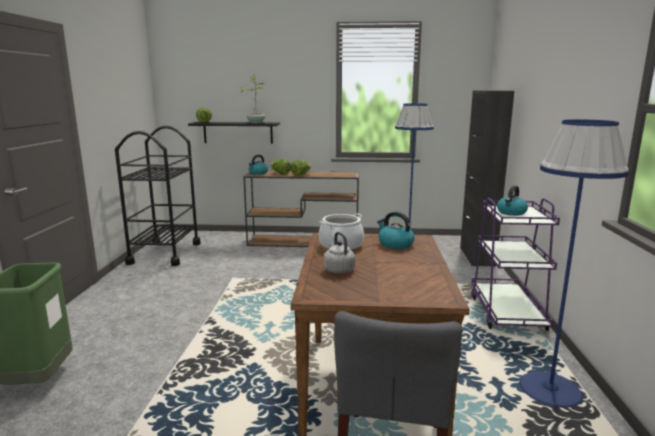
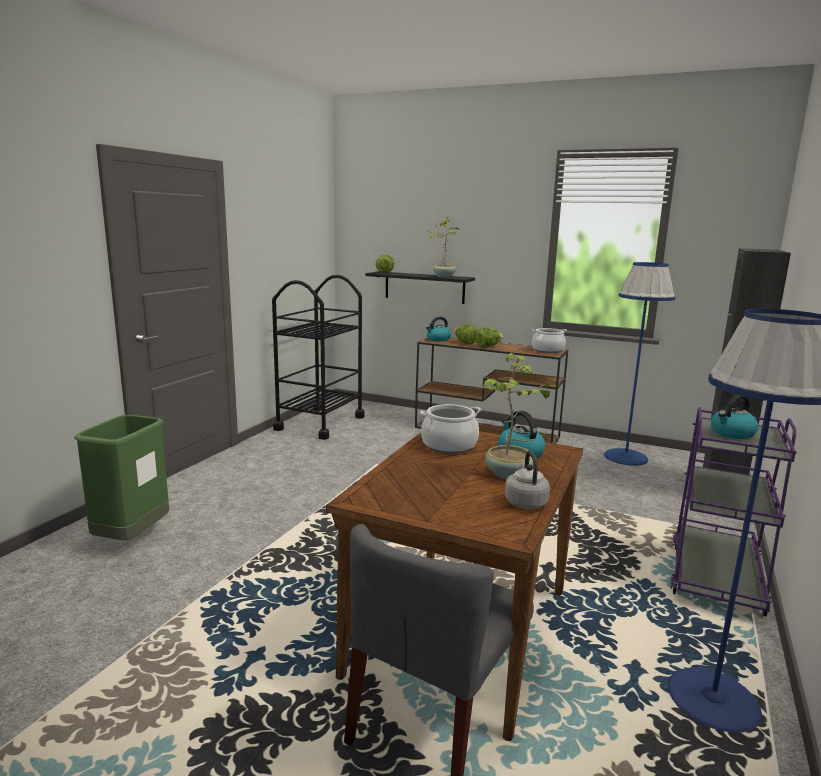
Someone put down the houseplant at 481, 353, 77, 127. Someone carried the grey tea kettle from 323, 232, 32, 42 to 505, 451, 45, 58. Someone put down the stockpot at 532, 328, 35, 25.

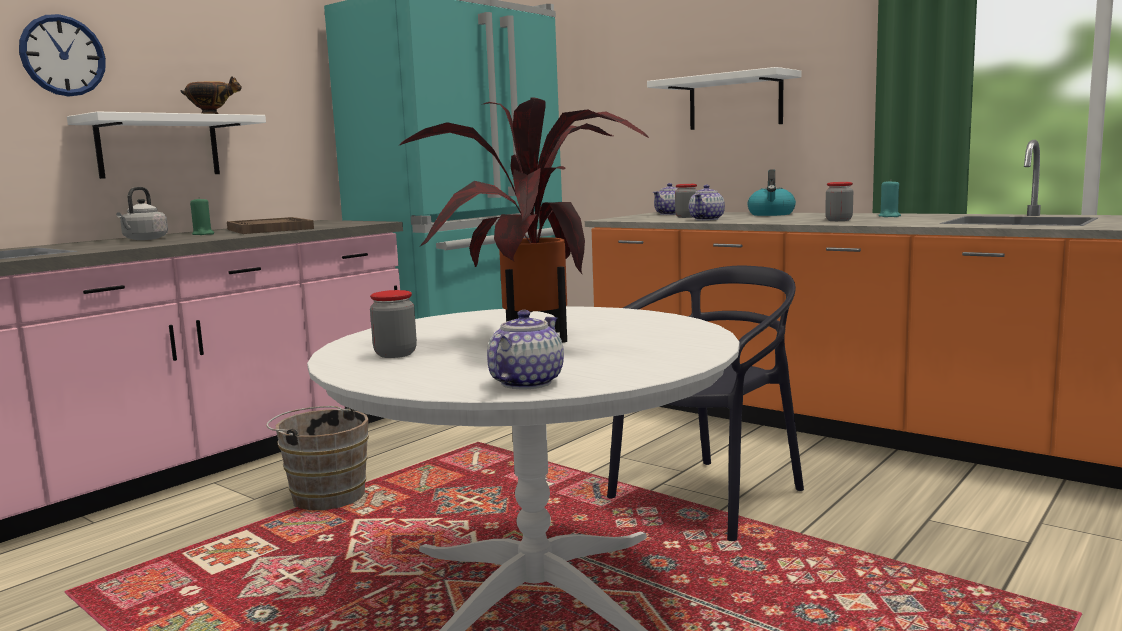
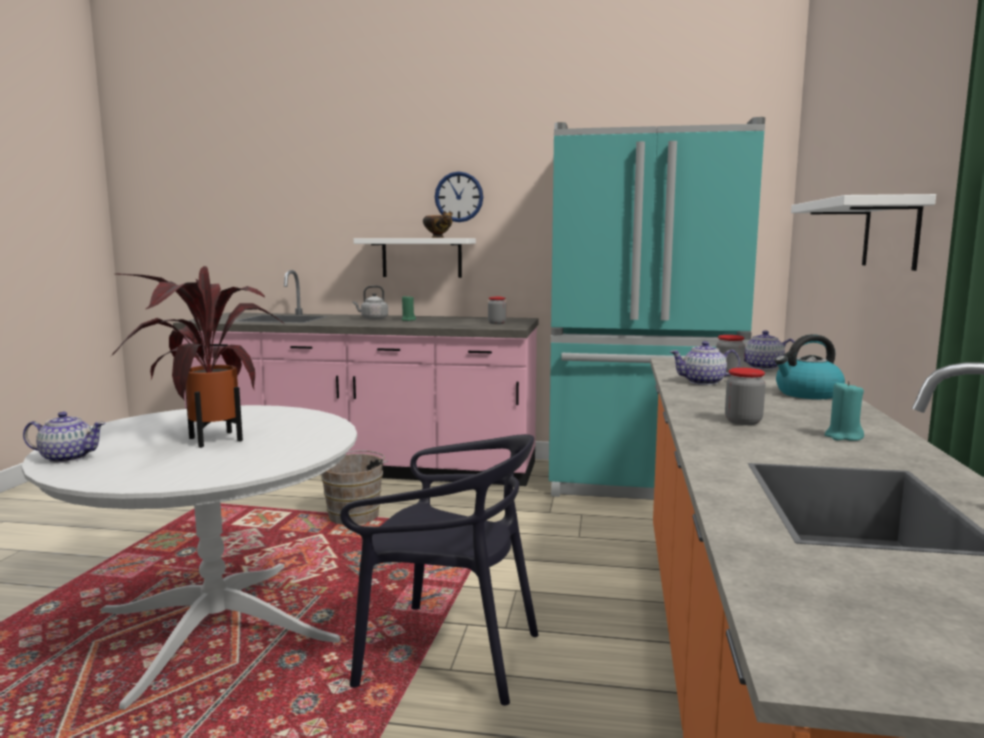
Someone carried the clock on the wall from 19, 14, 87, 83 to 435, 171, 48, 51. Someone carried the preserve jar from 370, 290, 47, 68 to 488, 297, 18, 27. Someone took away the brown-coloured carrying tray at 227, 217, 87, 17.

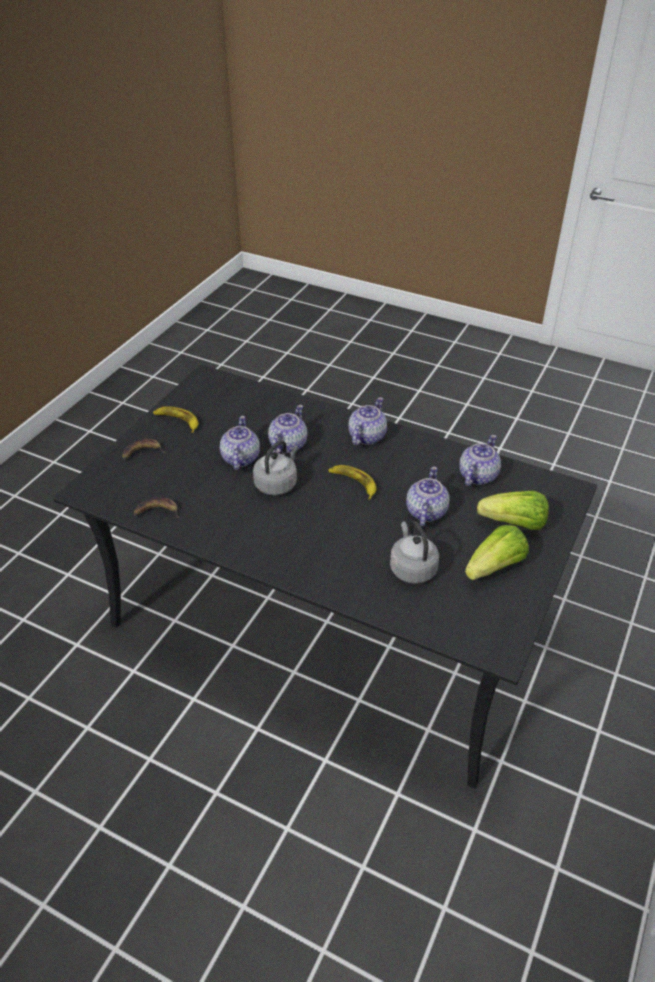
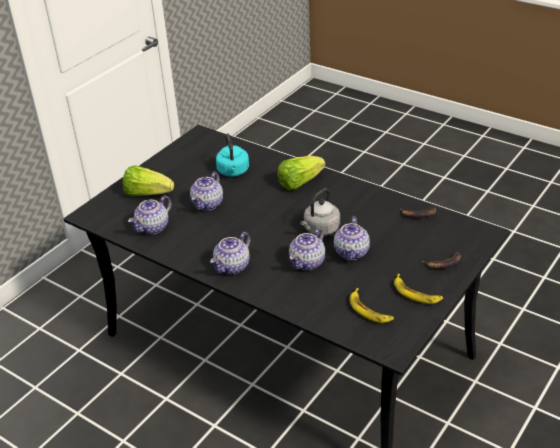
Someone repainted the grey tea kettle at 390, 521, 49, 63, which became the blue-green tea kettle at 216, 133, 33, 44. Someone carried the lettuce from 465, 525, 64, 55 to 278, 156, 48, 35. Someone carried the banana fruit from 328, 465, 48, 35 to 350, 288, 44, 35.

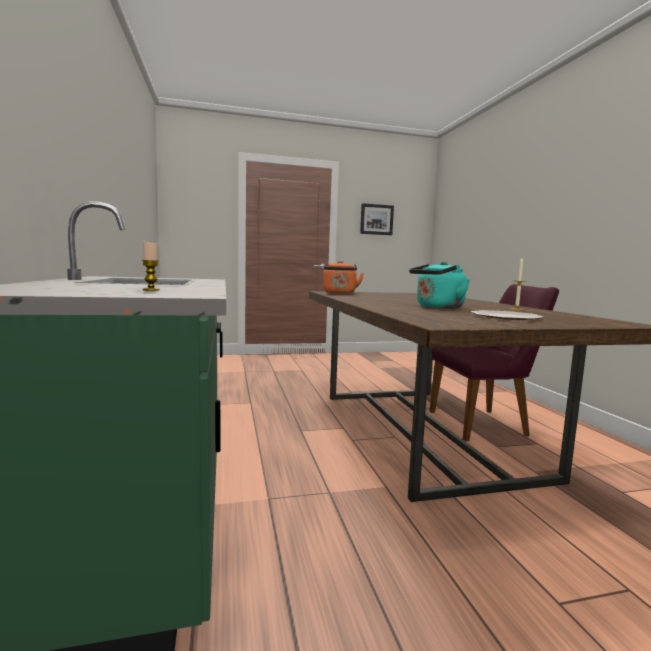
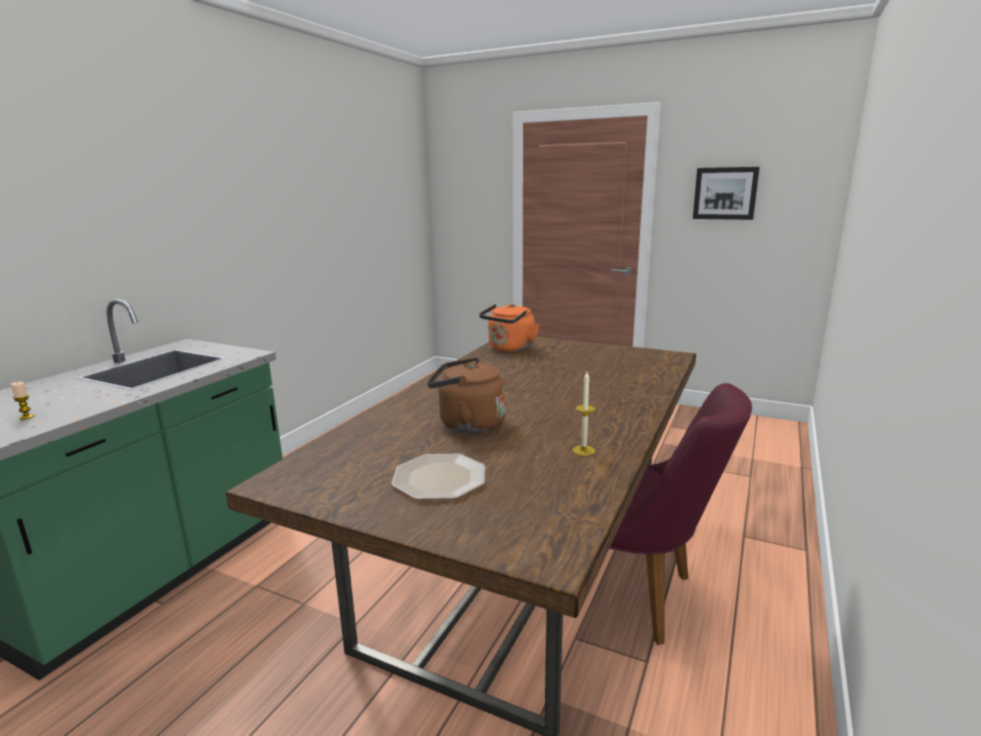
Someone repainted the blue-green tea kettle at 409, 261, 61, 48, which became the brown-coloured tea kettle at 427, 357, 79, 76.

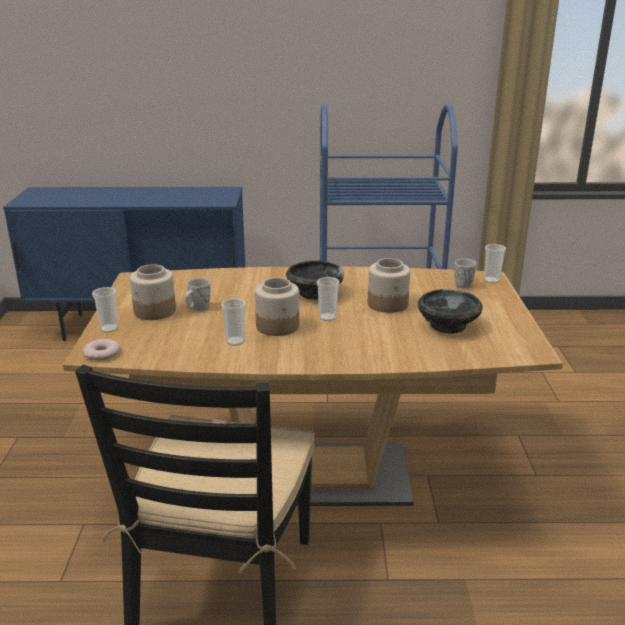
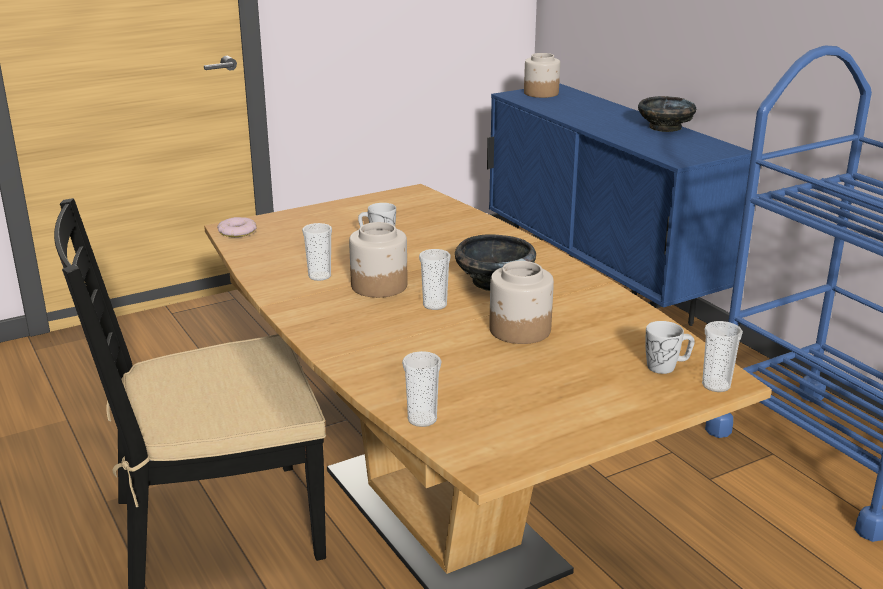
Someone carried the cup from 92, 287, 26, 46 to 402, 351, 40, 76. Someone carried the preserve jar from 130, 264, 46, 56 to 524, 53, 36, 45. Someone carried the black-coloured serving bowl from 418, 289, 65, 45 to 638, 96, 58, 36.

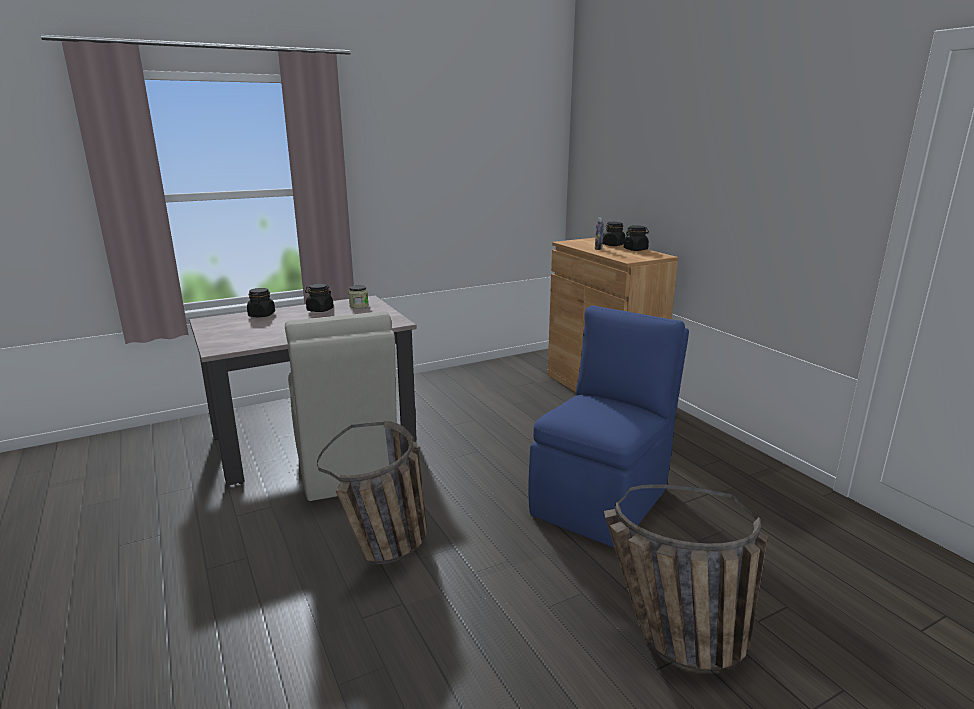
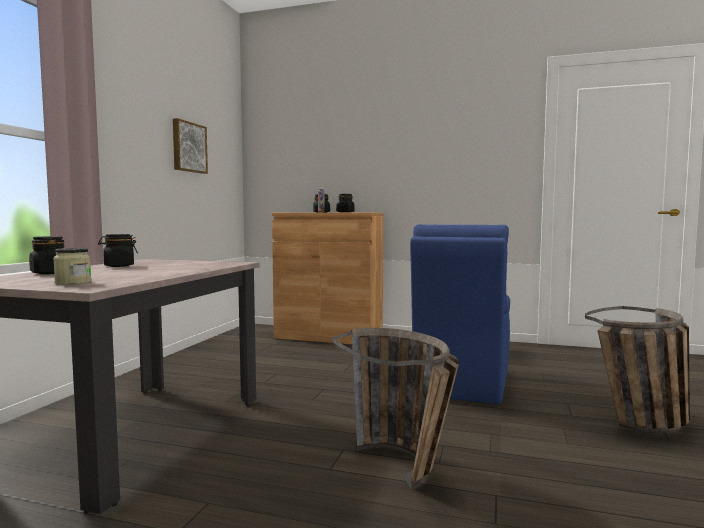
Someone carried the preserve jar from 349, 285, 20, 24 to 53, 248, 38, 37. Someone put up the picture at 173, 118, 35, 56. Someone rotated the blue upright chair at 528, 305, 161, 242 by 150 degrees counterclockwise. Someone took away the sand-coloured upright chair at 285, 311, 112, 190.

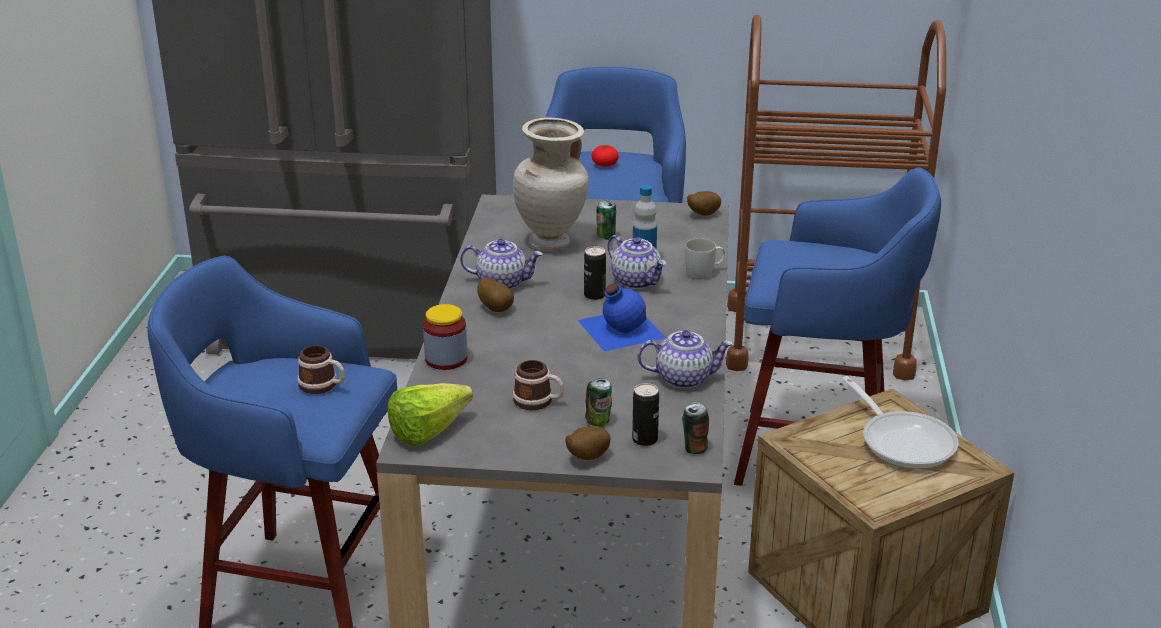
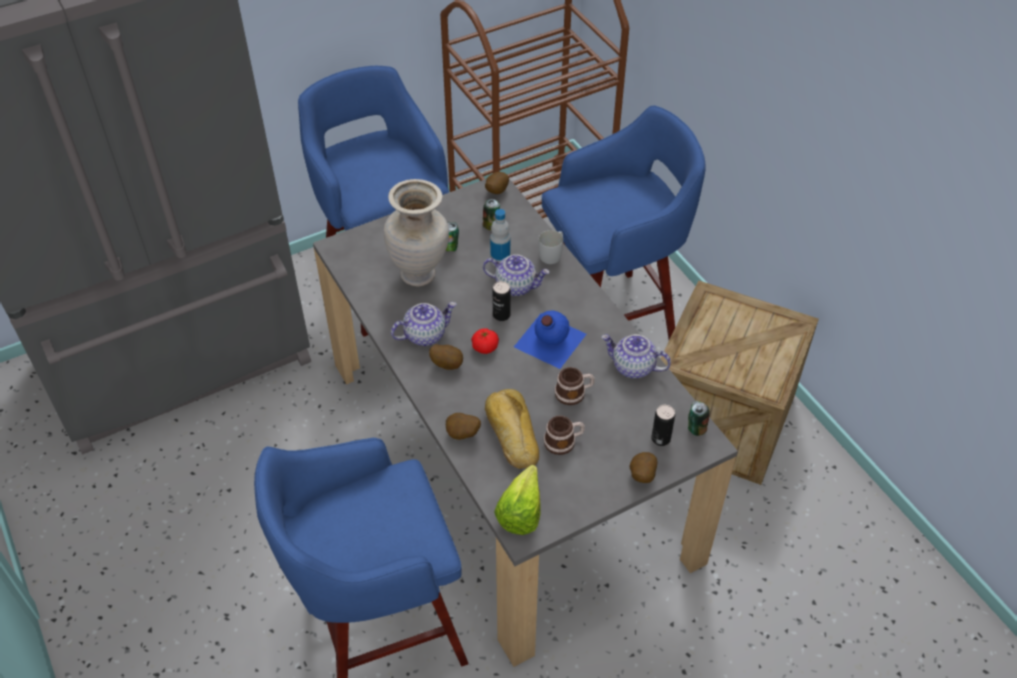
Someone swapped the preserve jar at 423, 304, 44, 66 for the potato at 446, 413, 35, 27. Someone carried the tomato from 592, 145, 27, 22 to 471, 328, 28, 26. Someone carried the can from 585, 378, 27, 48 to 483, 199, 17, 31. Someone put down the baked bread at 485, 389, 54, 80. Someone carried the coffee mug from 298, 345, 47, 49 to 555, 367, 40, 38. Someone rotated the pot for tea at 637, 330, 96, 59 by 120 degrees counterclockwise. Someone took away the frying pan at 842, 376, 116, 93.

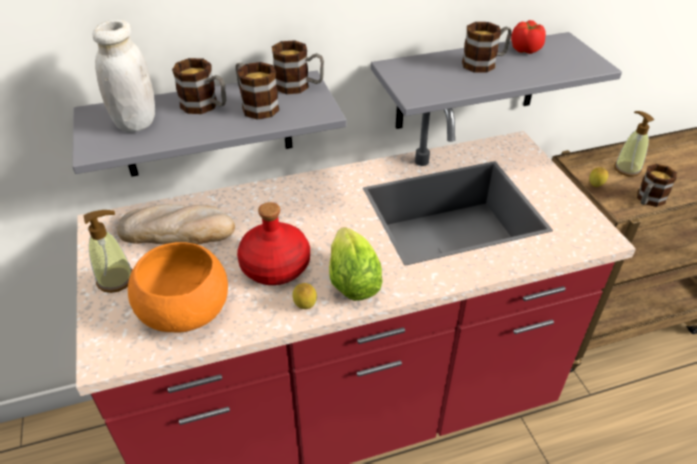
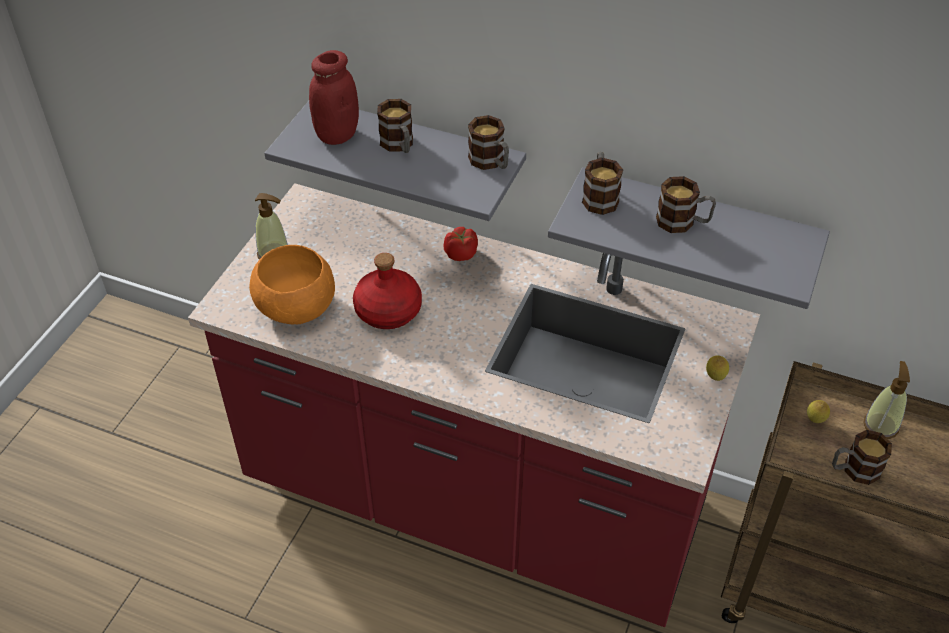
Someone repainted the white preserve jar at 92, 20, 63, 112, which became the red-coloured preserve jar at 309, 50, 50, 95. Someone carried the tomato from 511, 20, 35, 34 to 444, 227, 34, 34. Someone carried the coffee mug from 236, 62, 43, 58 to 582, 152, 41, 63. Someone carried the whole lemon from 292, 283, 25, 26 to 706, 355, 23, 26. Someone took away the baked bread at 117, 204, 118, 41. Someone took away the lettuce at 329, 227, 54, 74.

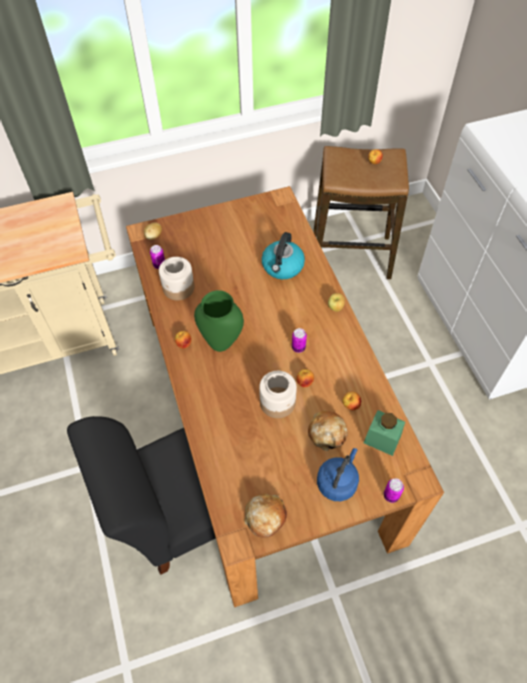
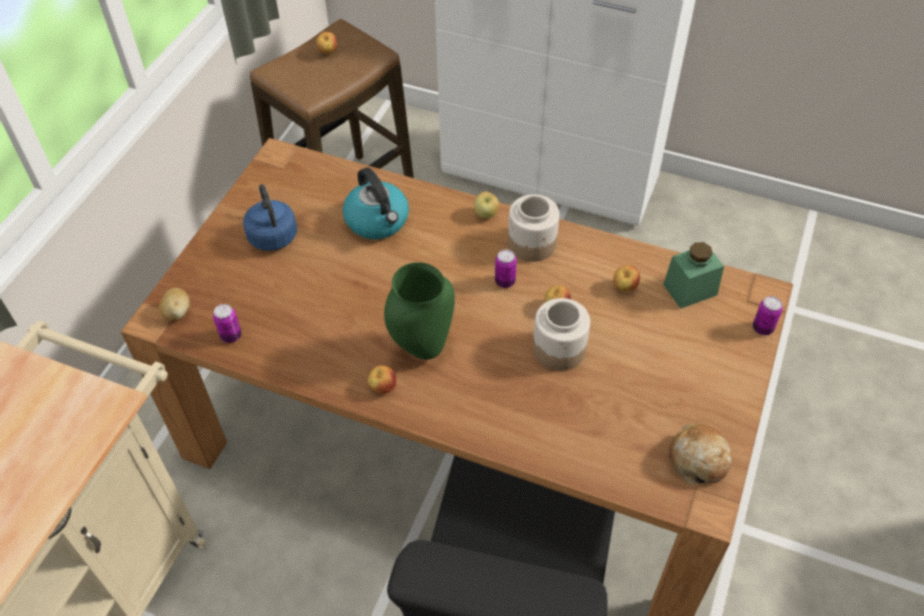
Someone carried the blue tea kettle from 317, 448, 42, 53 to 243, 184, 54, 67. Someone carried the preserve jar from 159, 257, 35, 43 to 508, 194, 51, 68. Someone took away the baked bread at 308, 410, 40, 41.

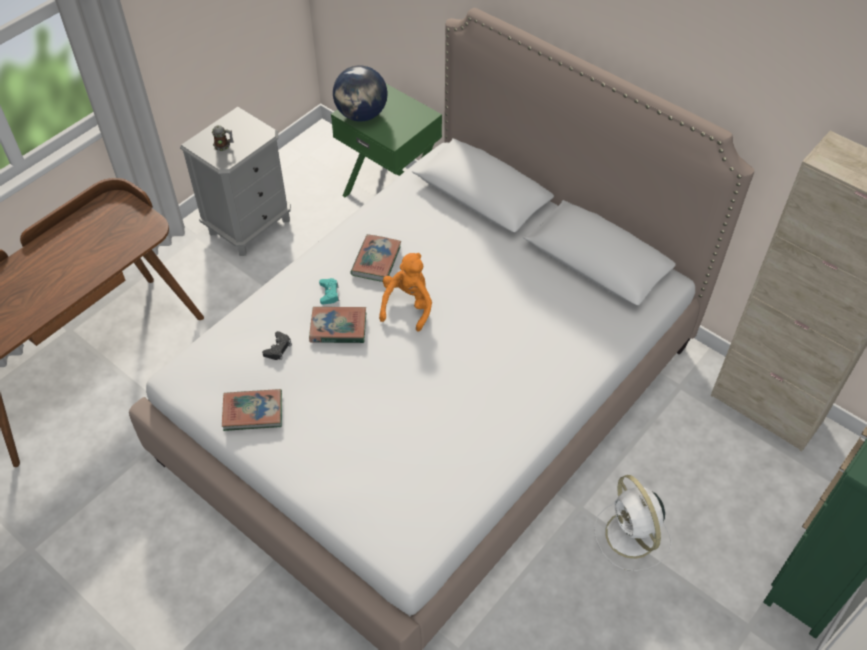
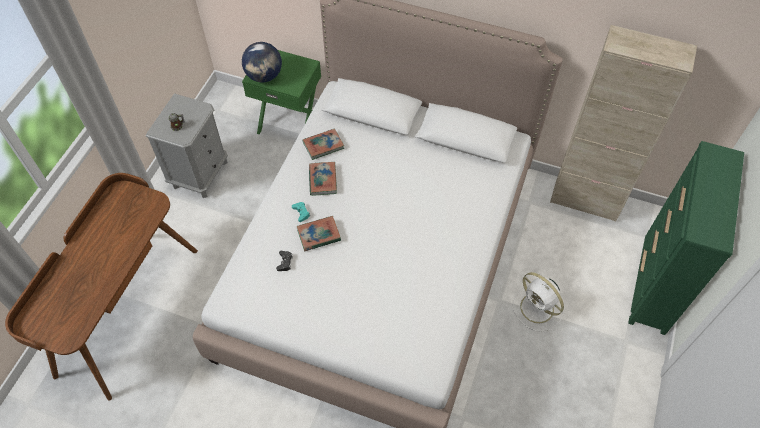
Someone carried the book from 222, 389, 60, 42 to 302, 128, 42, 32. Someone took away the orange cuddly toy at 379, 253, 53, 79.

